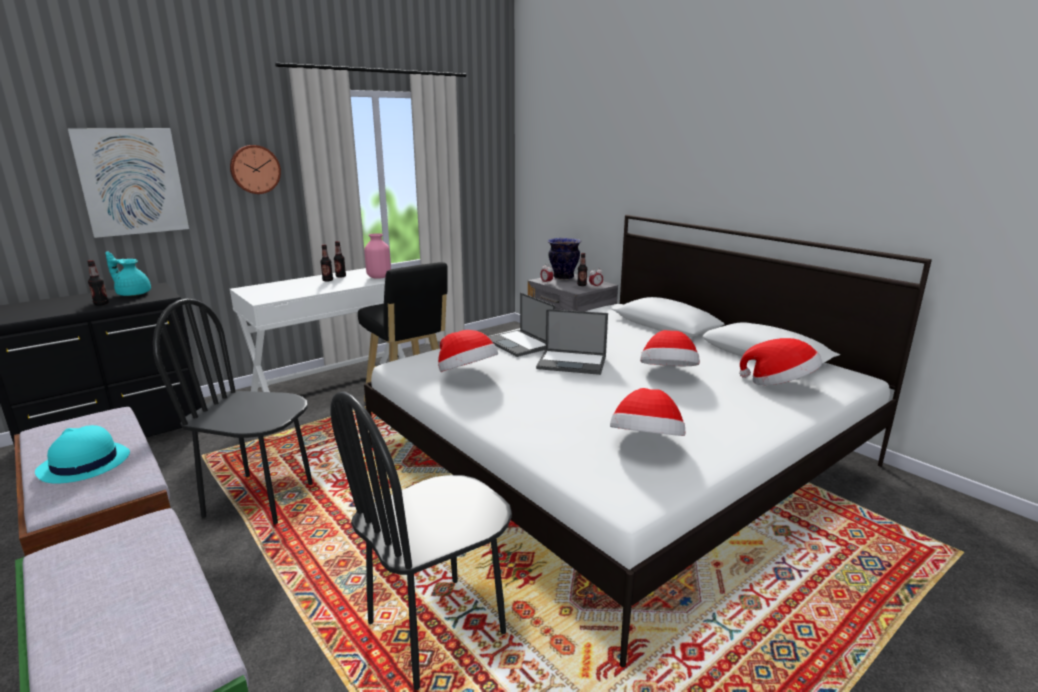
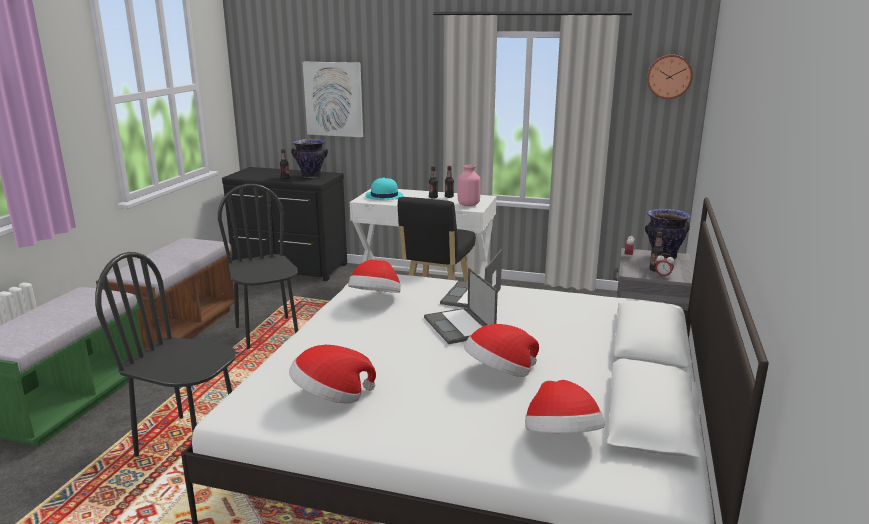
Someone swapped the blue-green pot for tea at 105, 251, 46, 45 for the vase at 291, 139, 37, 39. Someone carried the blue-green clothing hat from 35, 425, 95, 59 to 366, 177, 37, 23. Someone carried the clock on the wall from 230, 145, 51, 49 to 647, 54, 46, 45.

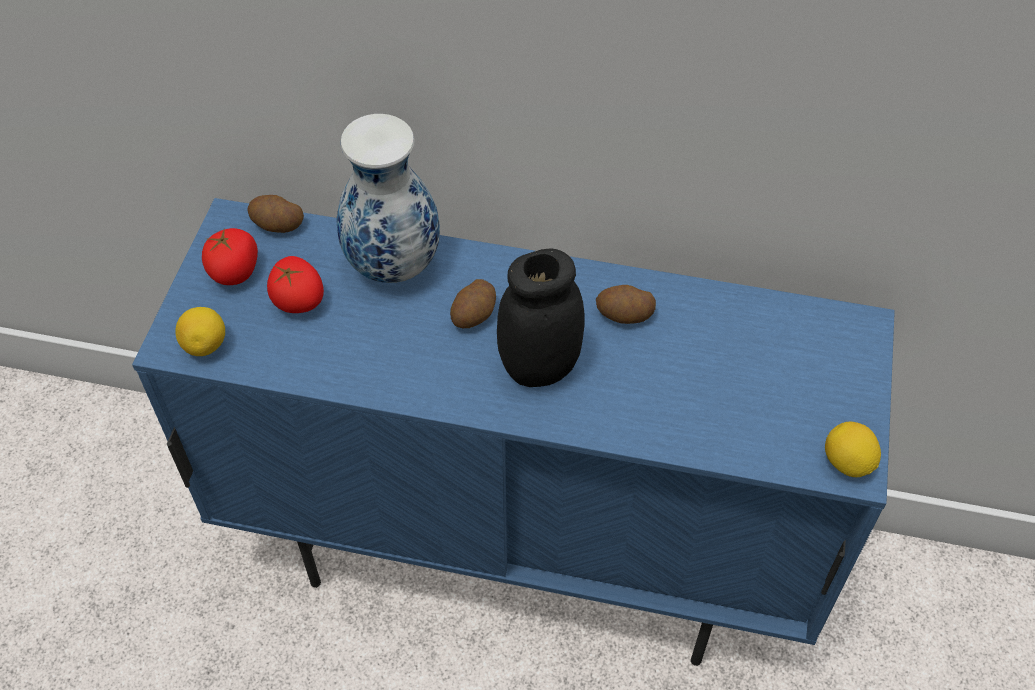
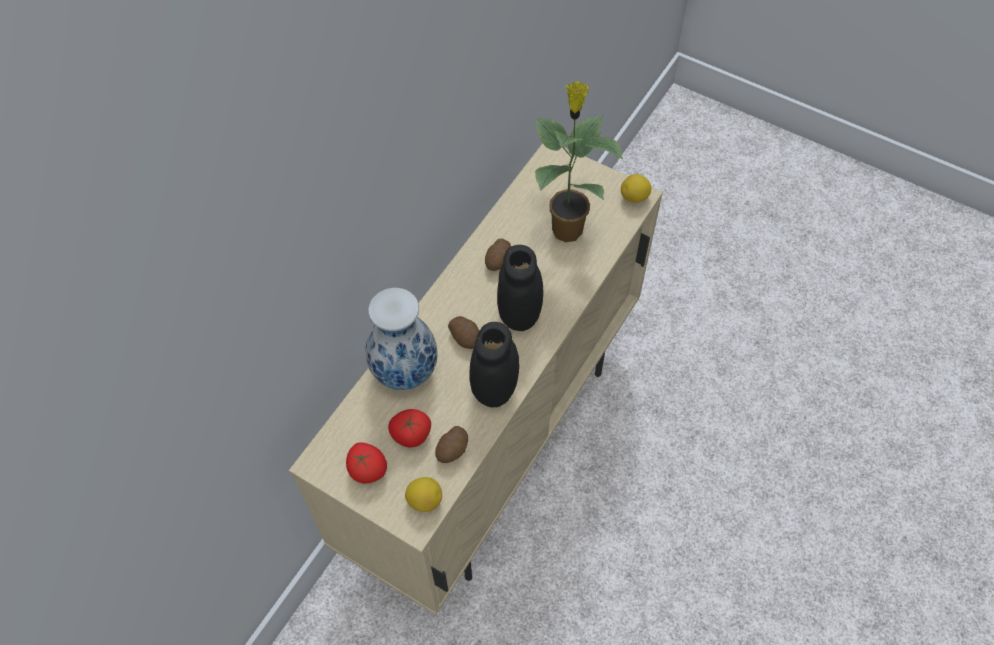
Someone repainted the blue cupboard at 132, 198, 763, 468, which became the sand-coloured cupboard at 289, 143, 374, 472. Someone carried the potato from 248, 195, 56, 38 to 435, 426, 33, 37. Someone put down the black-coloured preserve jar at 469, 322, 50, 85. Someone put down the houseplant at 535, 81, 88, 161.

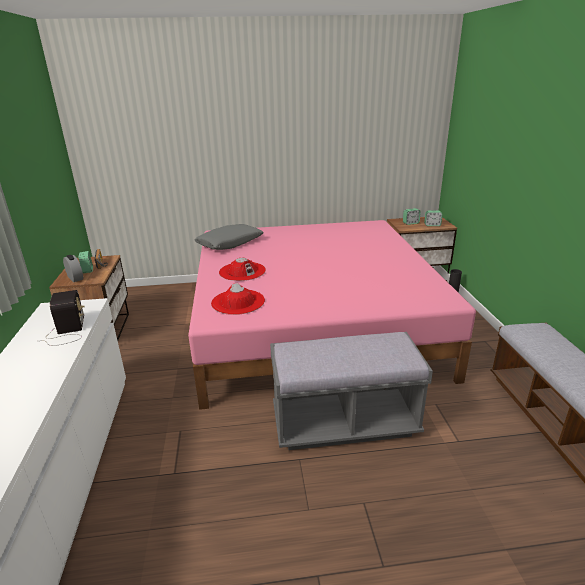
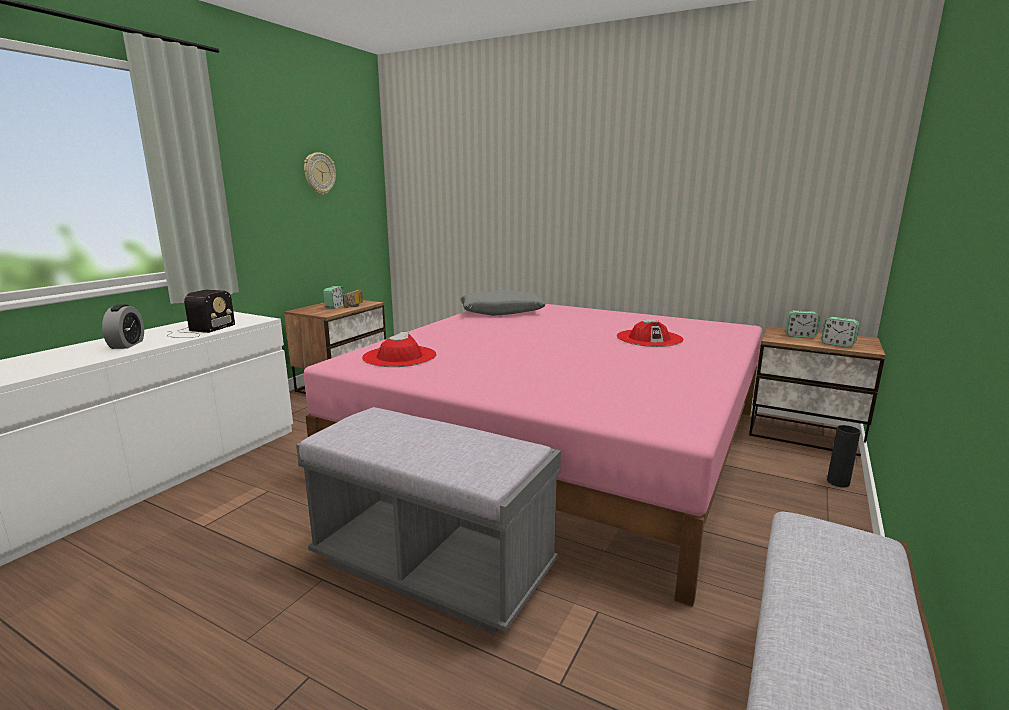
Someone carried the table clock from 63, 255, 20, 27 to 102, 304, 42, 45. Someone put up the clock on the wall at 304, 152, 32, 43. Someone carried the red-coloured clothing hat from 219, 258, 47, 23 to 616, 319, 68, 28.

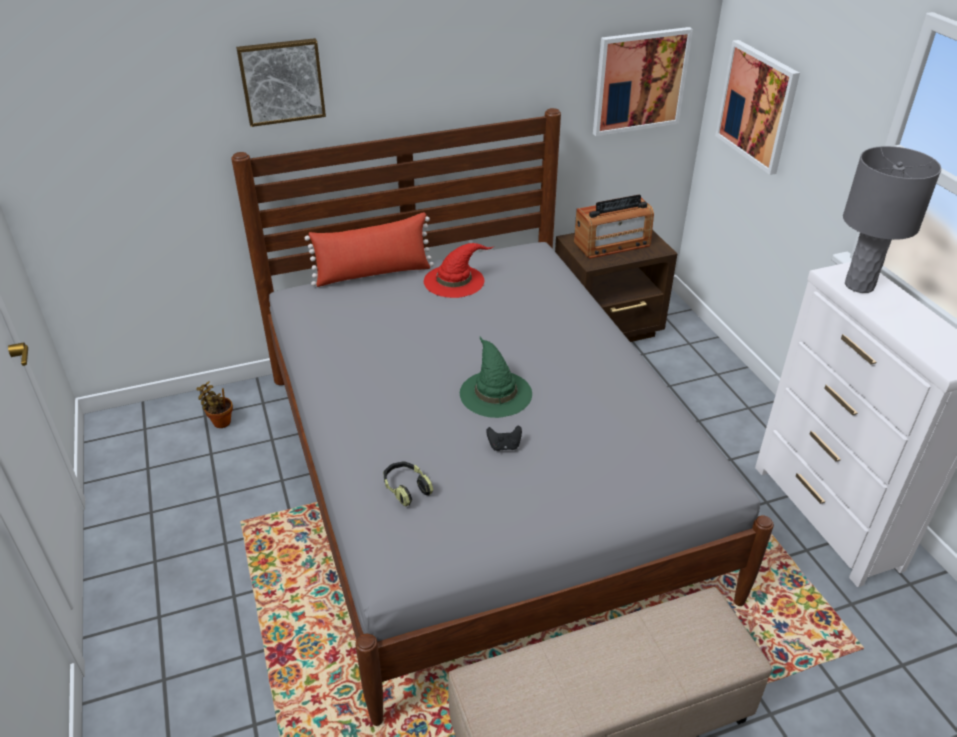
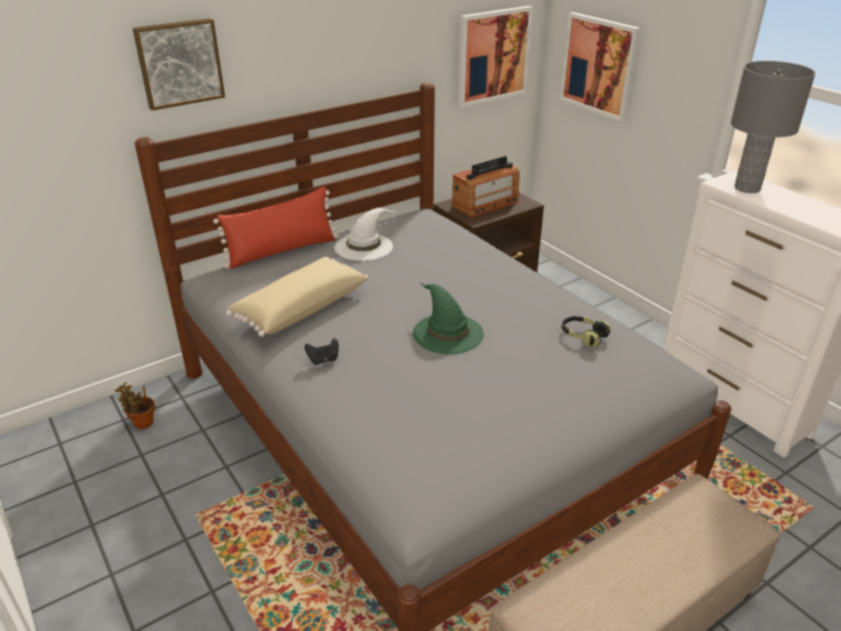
Someone put down the sand-coloured pillow at 226, 257, 143, 80. Someone carried the black-coloured gamepad from 486, 426, 36, 25 to 305, 338, 34, 27. Someone repainted the red-coloured clothing hat at 424, 243, 69, 55, which became the white clothing hat at 334, 208, 62, 53. Someone carried the headset from 383, 461, 50, 46 to 561, 316, 50, 31.

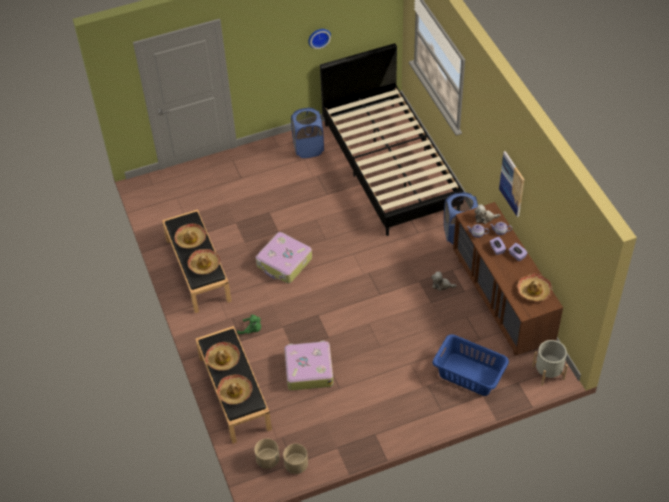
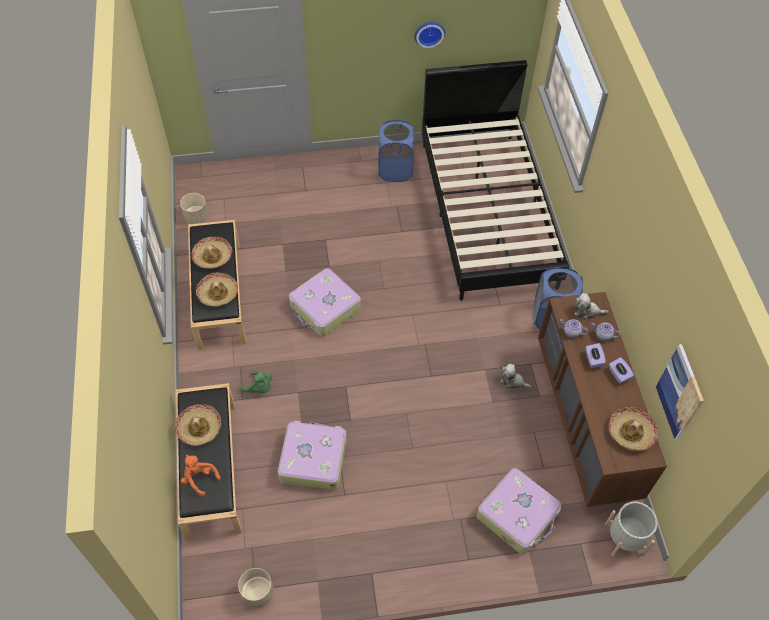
Someone carried the sand-coloured planter from 254, 439, 26, 30 to 180, 193, 28, 31. Someone swapped the clothing hat at 217, 374, 35, 30 for the orange cuddly toy at 180, 455, 41, 42. Someone swapped the blue hamper at 432, 334, 77, 62 for the suitcase at 477, 468, 84, 86. Someone carried the picture from 499, 151, 26, 66 to 656, 344, 48, 97.

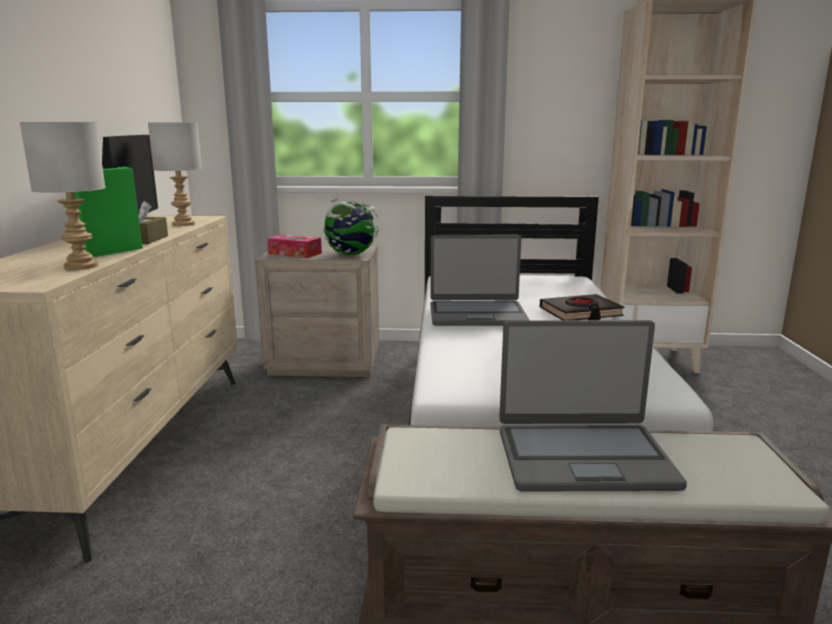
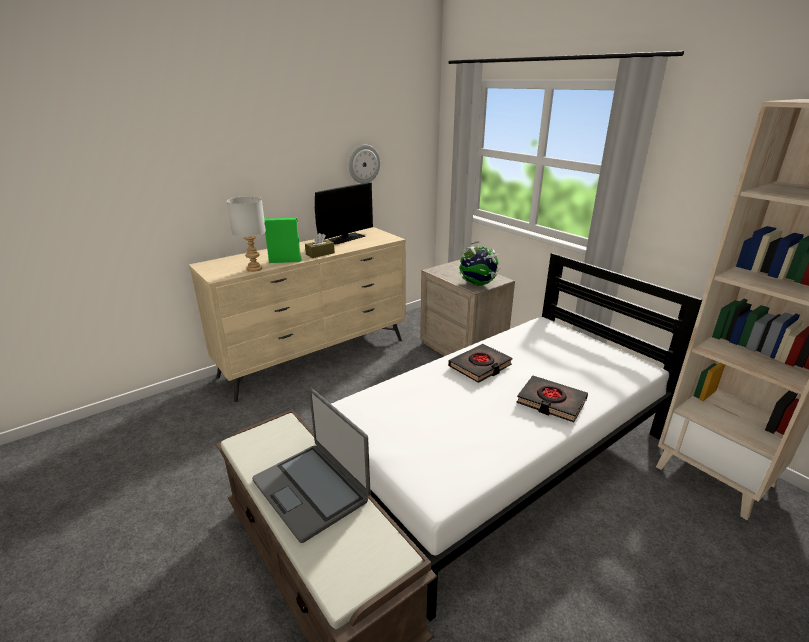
Someone put up the clock on the wall at 349, 145, 31, 39. Someone swapped the portable computer at 430, 235, 99, 91 for the black-coloured book at 448, 344, 65, 39. Someone took away the grey lamp for a table at 148, 123, 54, 103. Someone took away the tissue holder at 267, 234, 55, 24.

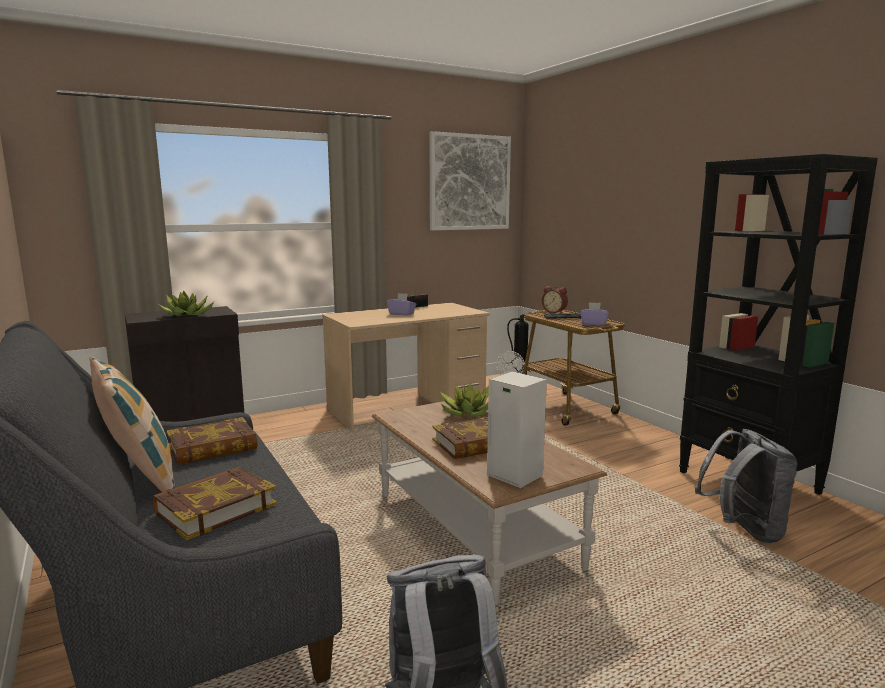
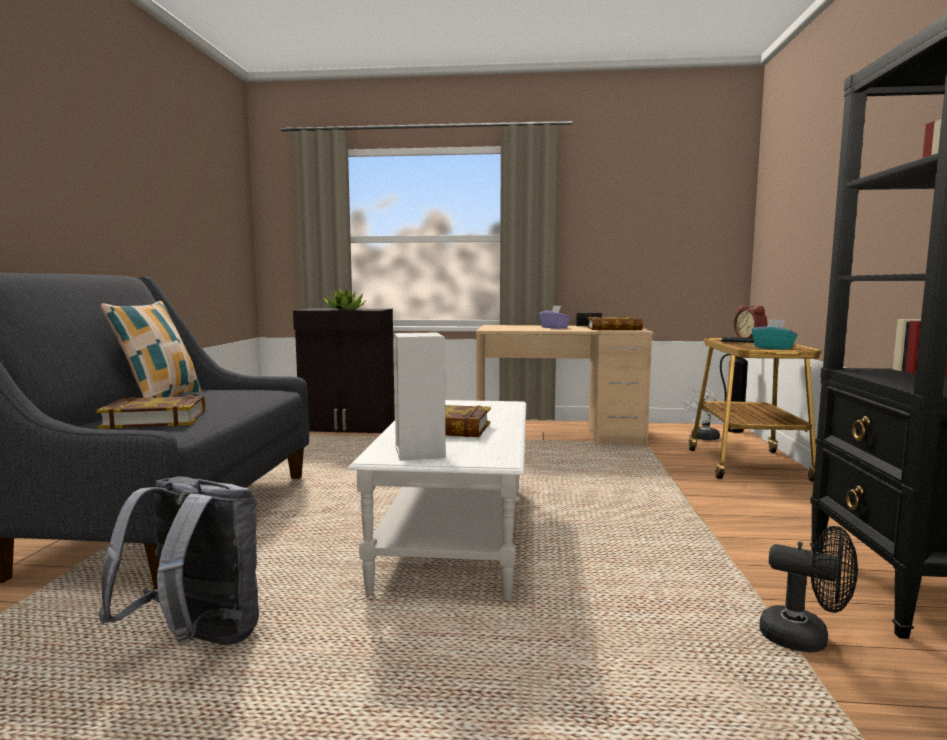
Someone repainted the brown-coloured coffee table at 372, 399, 235, 206, which became the white coffee table at 347, 400, 179, 201. Someone carried the book from 167, 417, 91, 48 to 587, 317, 56, 13. Someone repainted the purple-coloured tissue holder at 580, 303, 29, 22, which became the blue-green tissue holder at 752, 319, 45, 31. Someone swapped the grey backpack at 695, 429, 103, 115 for the black-coloured cooling fan at 760, 526, 98, 127. Someone took away the picture at 429, 131, 82, 99. Someone took away the houseplant at 440, 383, 49, 34.

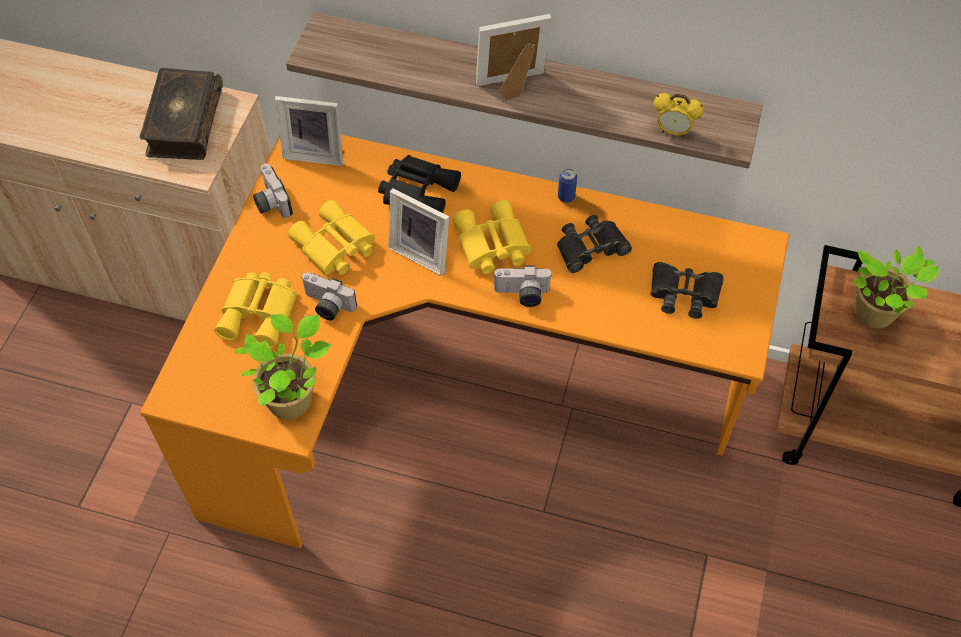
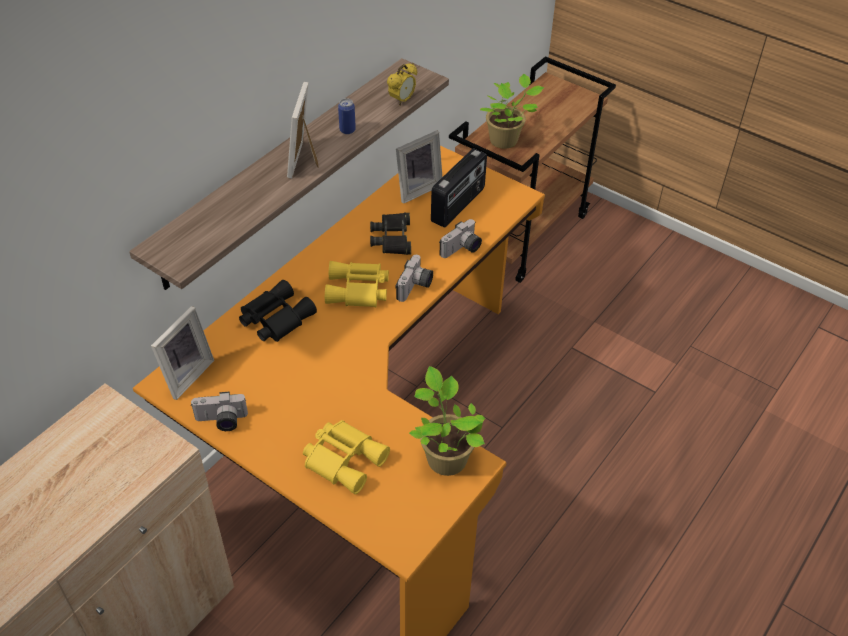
Someone carried the can from 558, 168, 19, 35 to 338, 98, 18, 36. Someone carried the standing frame from 388, 188, 61, 88 to 396, 130, 46, 74. Someone swapped the black-coloured binoculars at 651, 262, 73, 57 for the radio set at 431, 148, 56, 80. Someone carried the still camera from 301, 272, 56, 48 to 439, 219, 43, 39. Someone took away the book at 140, 68, 83, 92. Someone took away the yellow binoculars at 288, 200, 87, 75.

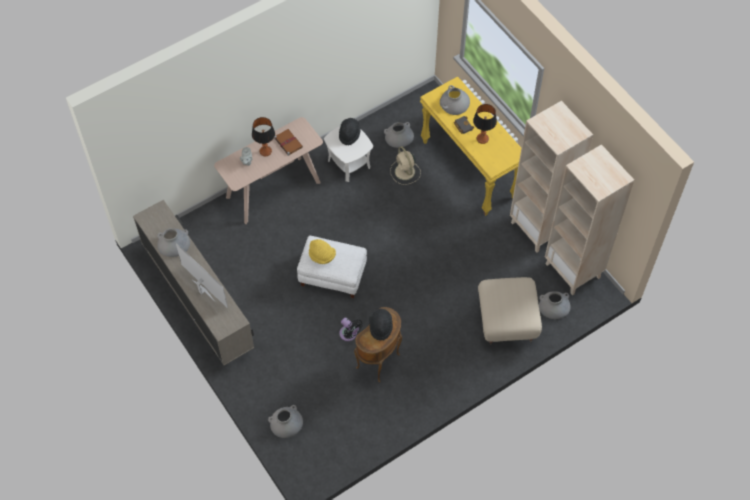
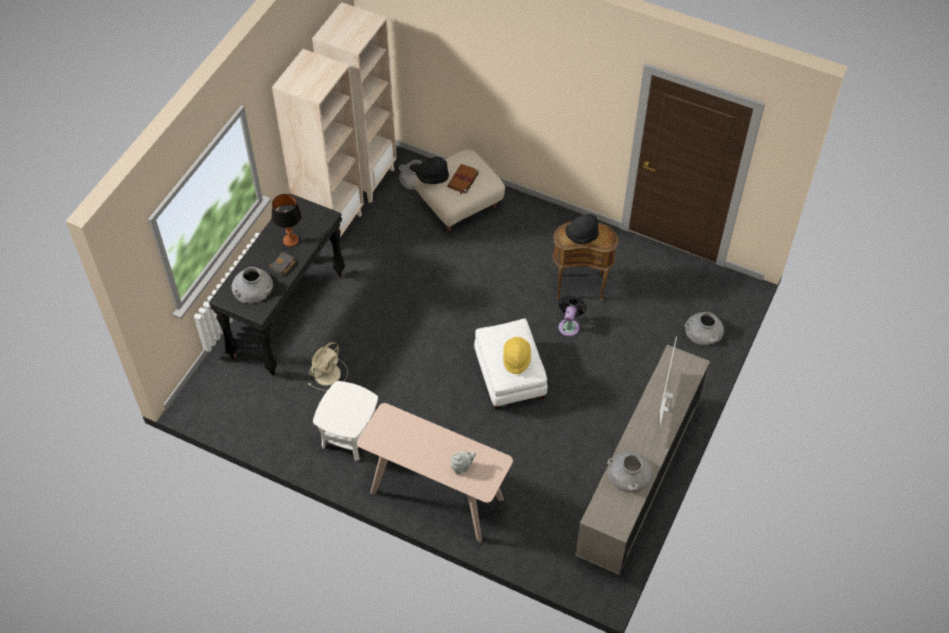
Someone repainted the yellow hall table at 420, 76, 101, 140, which became the black-coloured hall table at 209, 193, 136, 183. Someone carried the black-coloured clothing hat from 339, 118, 22, 28 to 416, 157, 33, 27. Someone carried the brown-coloured book from 274, 129, 29, 27 to 447, 164, 32, 31. Someone took away the lamp for a table at 252, 117, 23, 39. Someone took away the grey vase at 384, 122, 30, 26.

